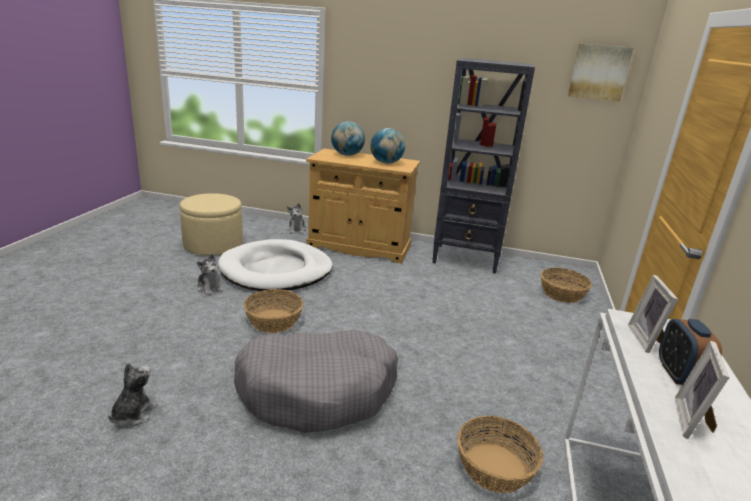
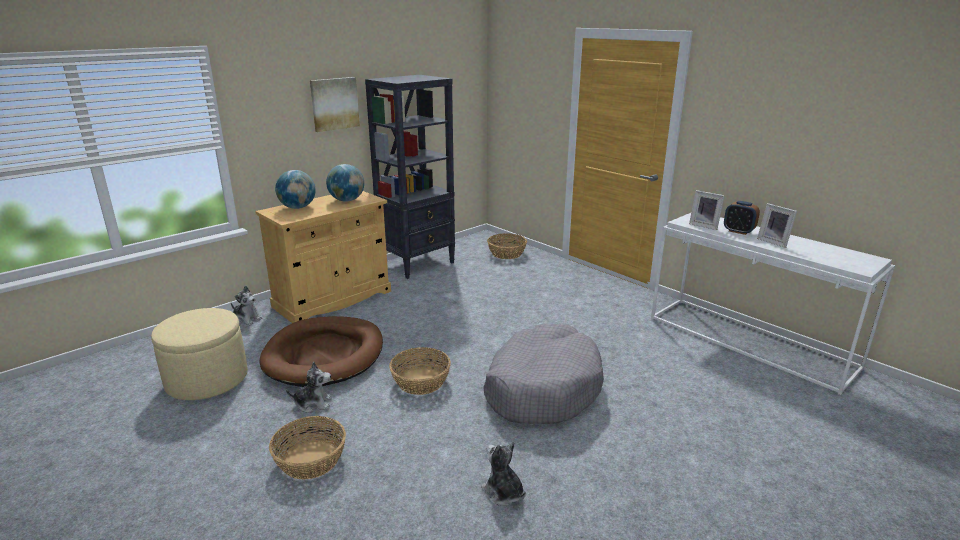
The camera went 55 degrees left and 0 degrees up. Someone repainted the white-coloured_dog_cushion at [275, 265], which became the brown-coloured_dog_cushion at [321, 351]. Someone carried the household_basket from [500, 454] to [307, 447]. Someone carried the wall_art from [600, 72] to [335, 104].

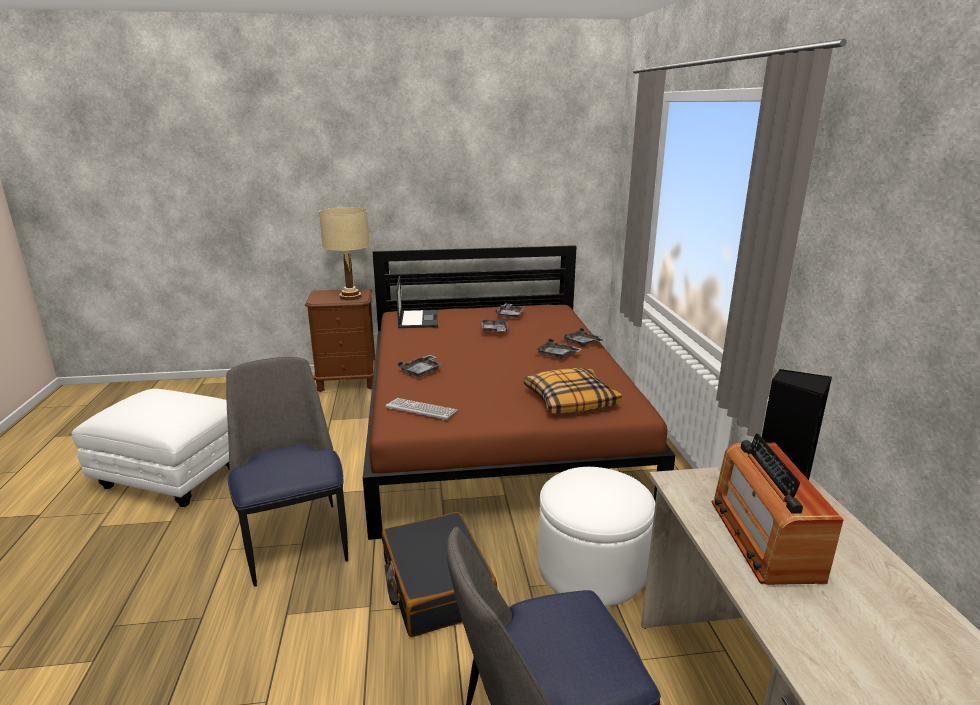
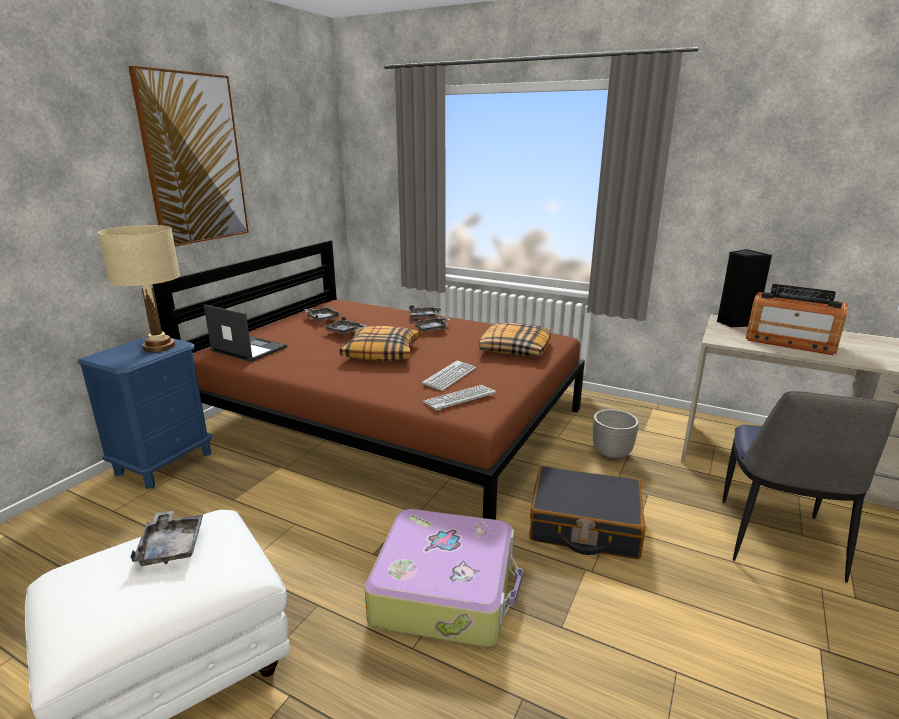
The camera went 55 degrees left and 0 degrees up. Someone swapped the upright_chair at [287, 472] for the piece_of_luggage at [444, 578]. Someone repainted the brown-coloured_nightstand at [340, 340], which became the bluish_nightstand at [144, 412]. Someone carried the greyish_carrying_tray from [420, 365] to [166, 538]. Someone swapped the white-coloured_pouffe at [596, 536] for the plant_pot at [616, 434]. Someone put up the wall_art at [188, 156]. Someone put down the pillow at [380, 343]. Someone put down the PC_keyboard at [449, 376].

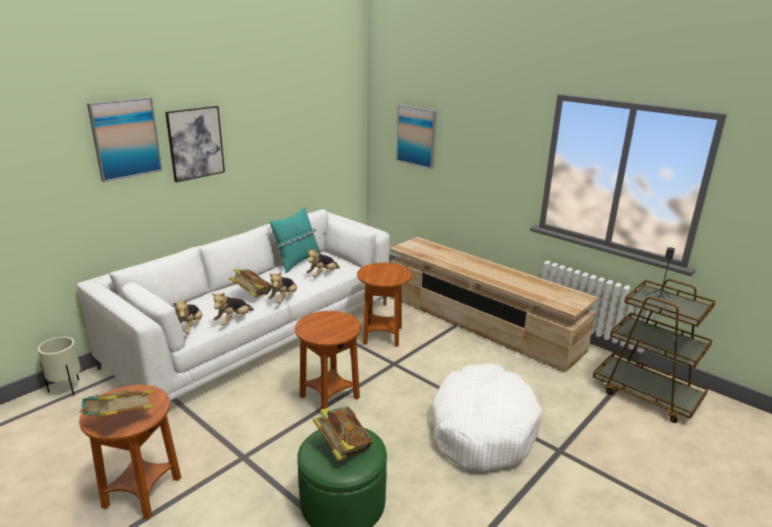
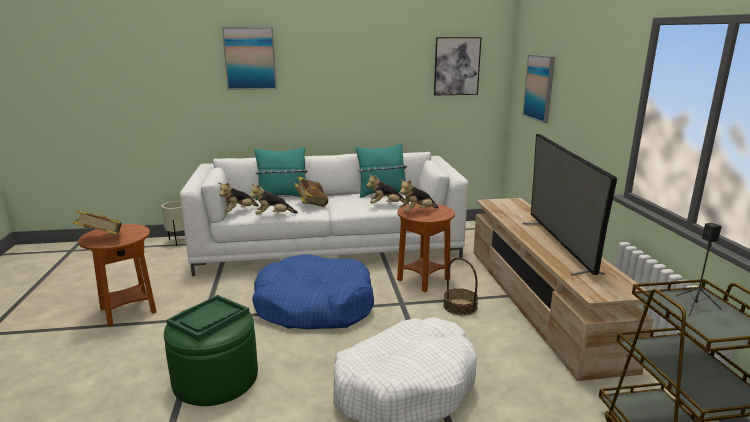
The camera went 40 degrees right and 5 degrees down. Someone carried the wall_art from [195, 144] to [458, 66]. Someone carried the cuddly_toy from [282, 287] to [418, 195]. Someone swapped the brown-coloured_accent_table at [328, 360] for the bluish_dog_cushion at [313, 292]. Someone swapped the volume at [343, 433] for the greenish_carrying_tray at [208, 318]. Someone put down the turquoise-coloured_pillow at [281, 173]. Someone put down the household_basket at [460, 286]. Someone put down the TV at [570, 205].

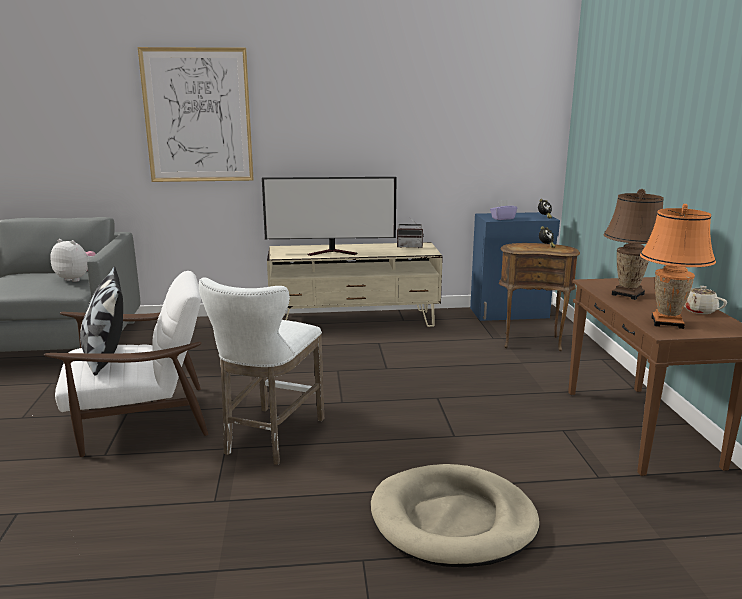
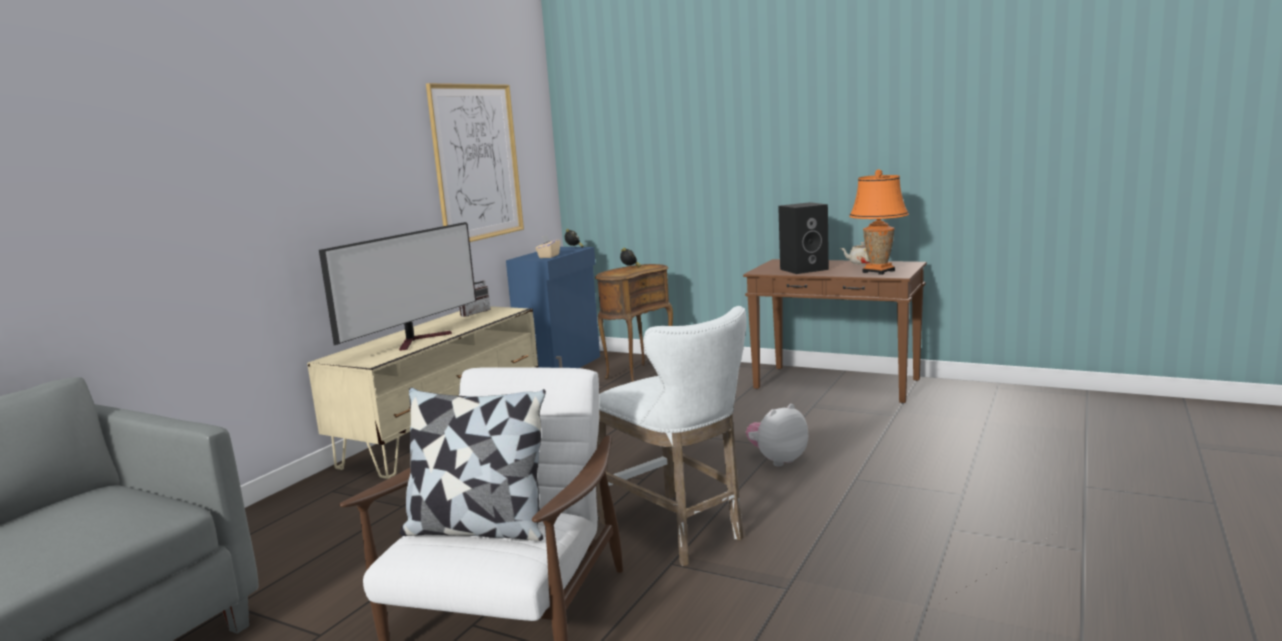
The camera went 55 degrees left and 5 degrees down. Someone carried the cuddly_toy from [73, 260] to [777, 435]. Someone carried the wall_art from [196, 114] to [475, 162]. Someone took away the sand-coloured_dog_cushion at [455, 515]. Someone repainted the purple_tissue_holder at [503, 210], which became the sand-coloured_tissue_holder at [547, 246]. Someone swapped the brown-coloured_tabletop_lamp at [634, 244] for the black_speaker at [803, 238].

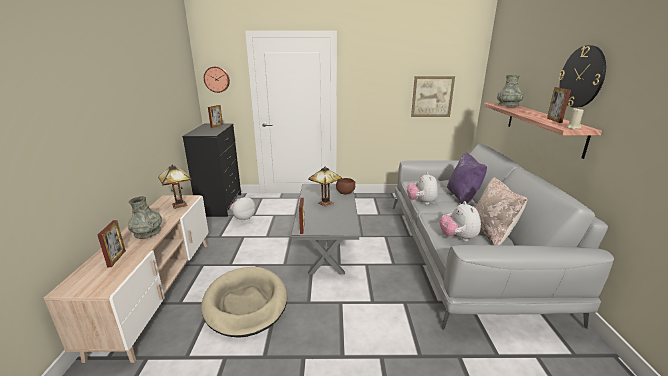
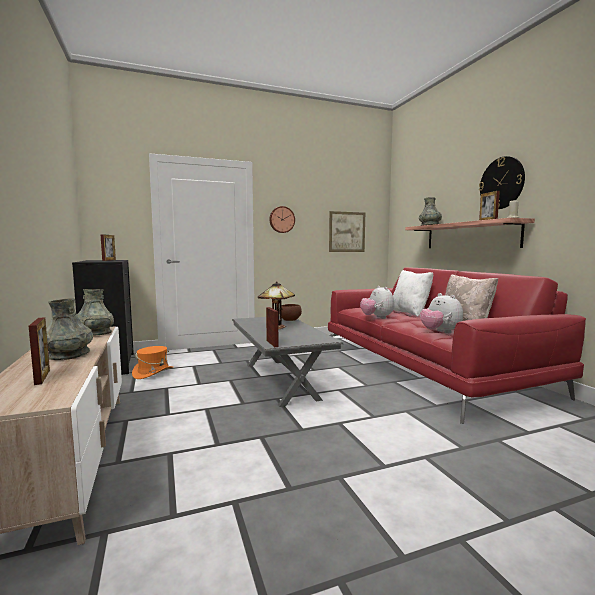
The camera went 20 degrees left and 15 degrees down. Someone swapped the tabletop_lamp at [174, 187] for the greyish_decorative_vase at [95, 312]. Someone took away the sand-coloured_dog_cushion at [244, 302]. Someone carried the clock_on_the_wall from [217, 79] to [282, 219]. Someone swapped the cuddly_toy at [242, 208] for the orange_wearable_hat at [152, 362]. Someone repainted the greyish_sofa at [503, 237], which became the red_sofa at [457, 345]. Someone repainted the purple_pillow at [467, 178], which became the white-coloured_pillow at [413, 293].

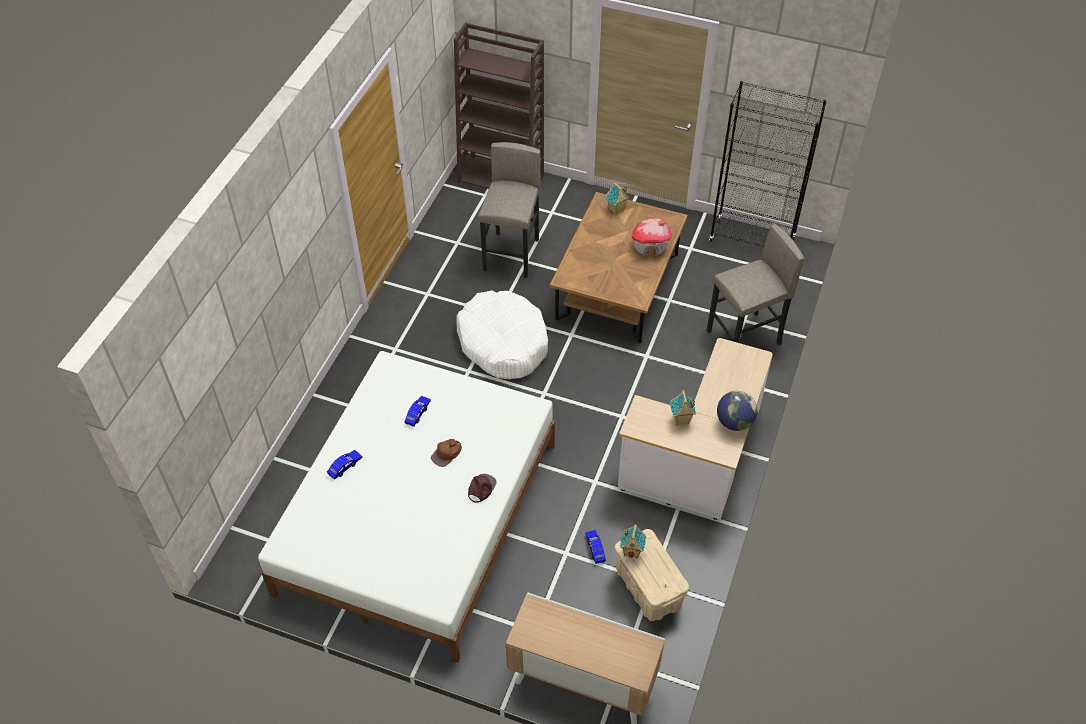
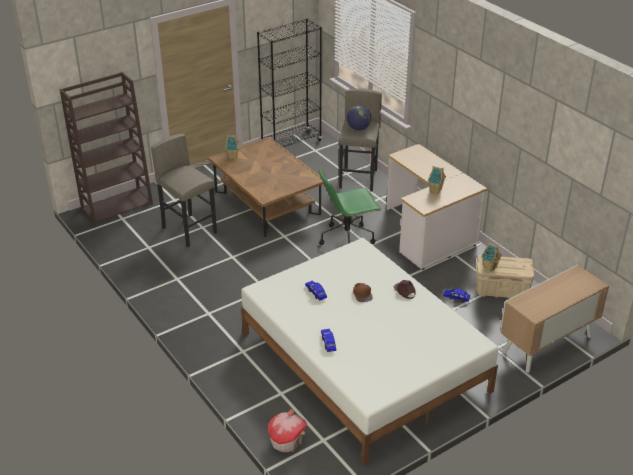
The camera went 55 degrees left and 15 degrees down. Someone took away the white-coloured_dog_cushion at [502, 334]. Someone carried the model_house from [652, 237] to [287, 431]. Someone carried the world_globe from [737, 411] to [359, 117]. Someone put down the greenish_desk_chair at [350, 207].

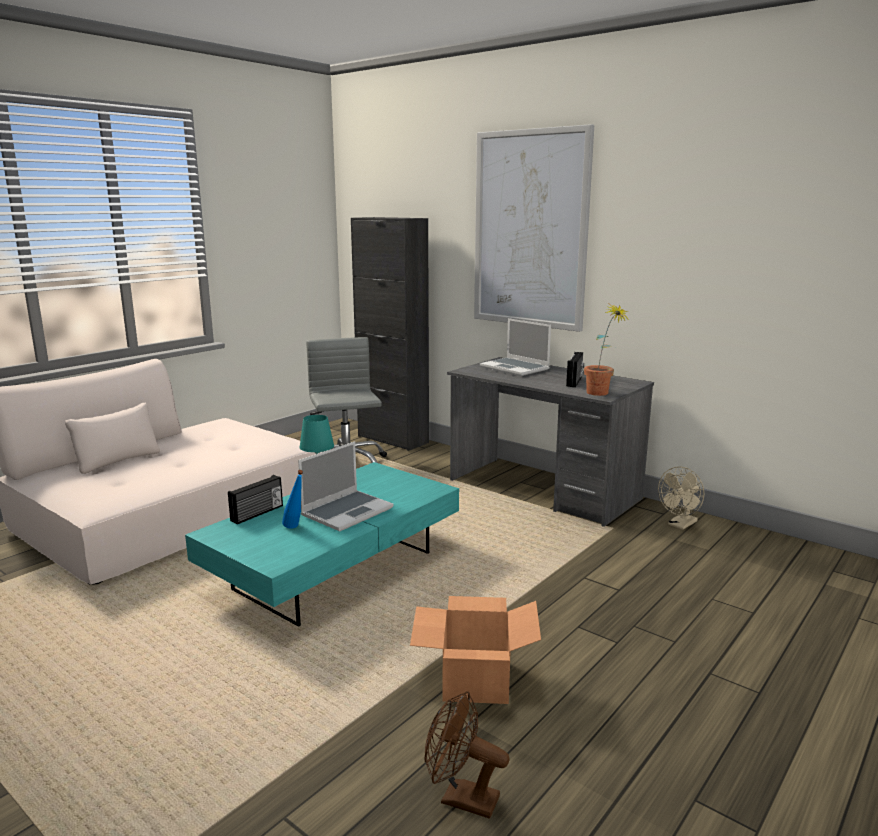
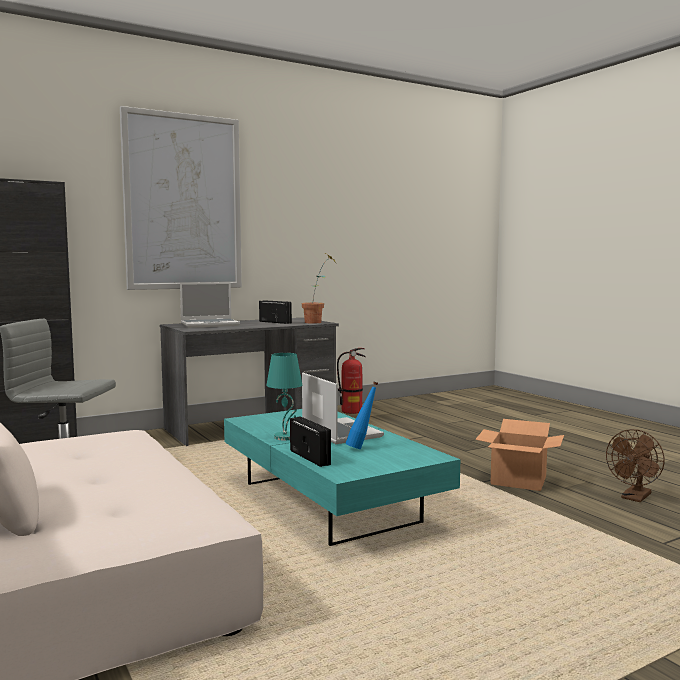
The camera went 70 degrees left and 10 degrees down. Someone swapped the sand-coloured_cooling_fan at [681, 498] for the extinguisher at [351, 381].

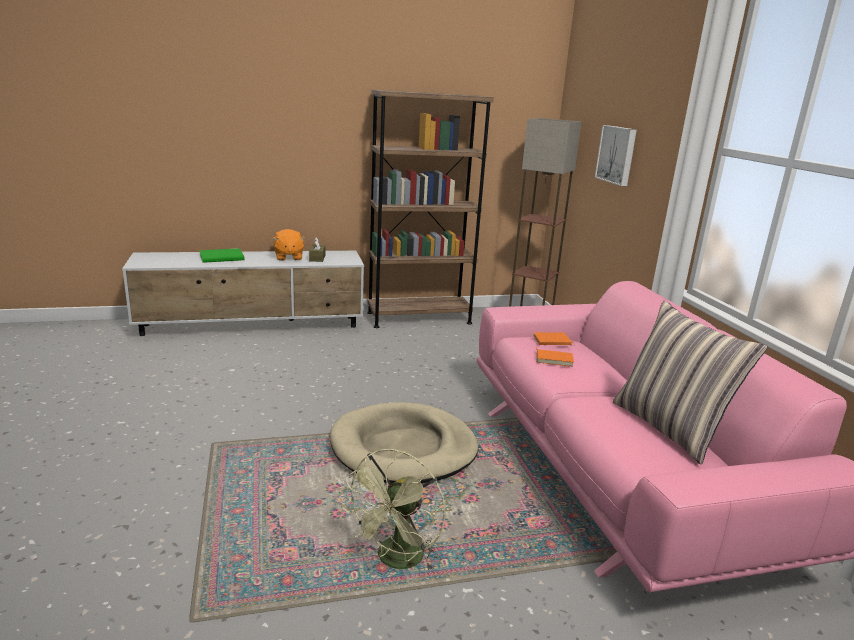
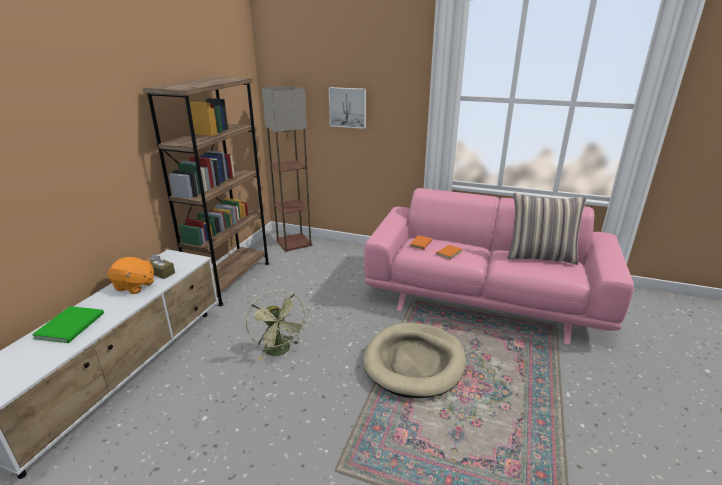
The camera went 55 degrees left and 5 degrees up. Someone carried the greenish_cooling_fan from [393, 510] to [276, 325].

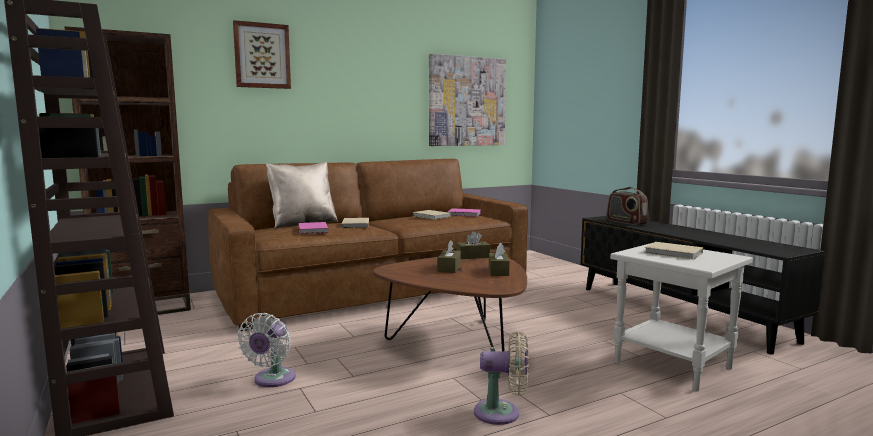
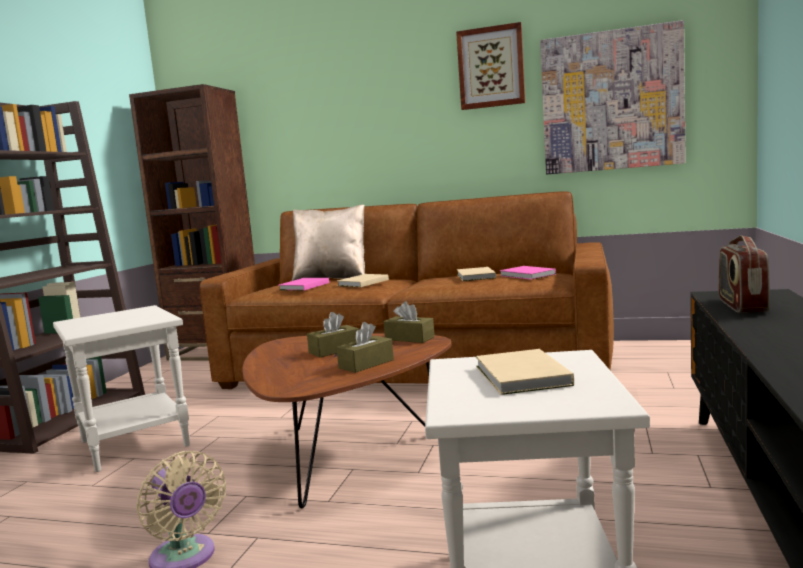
The camera went 45 degrees right and 0 degrees up. Someone carried the wall_art from [262, 54] to [490, 66]. Someone swapped the white-coloured_cooling_fan at [266, 350] for the white-coloured_accent_table at [121, 388].

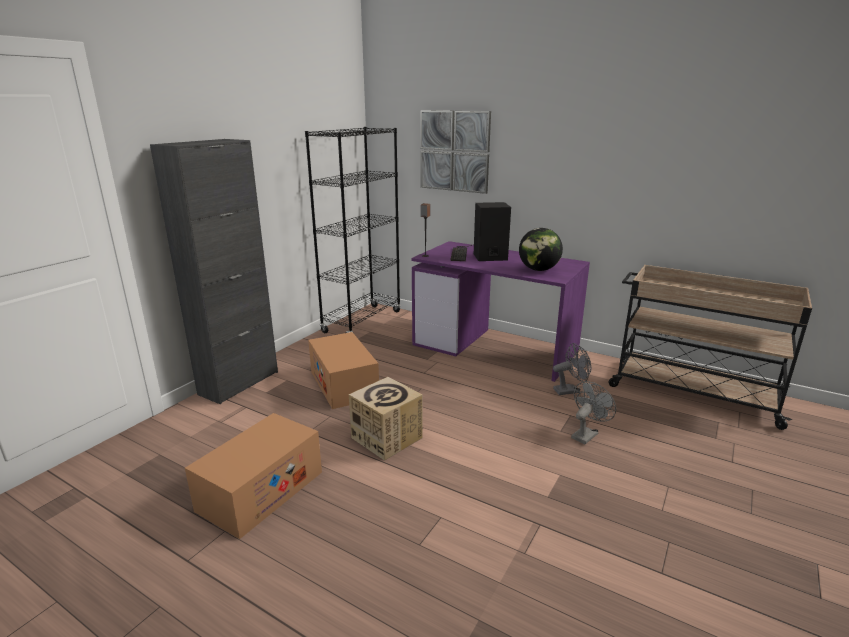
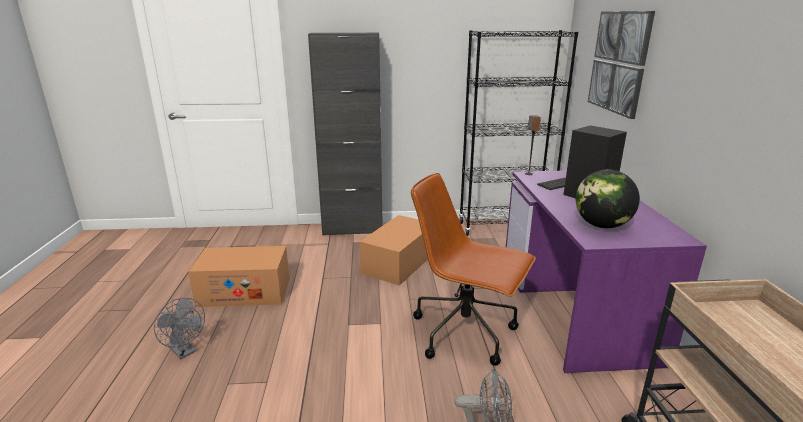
The camera went 55 degrees right and 0 degrees up. Someone took away the carton at [386, 419]. Someone carried the greyish_cooling_fan from [572, 369] to [179, 328]. Someone put down the brown-coloured_desk_chair at [473, 269].

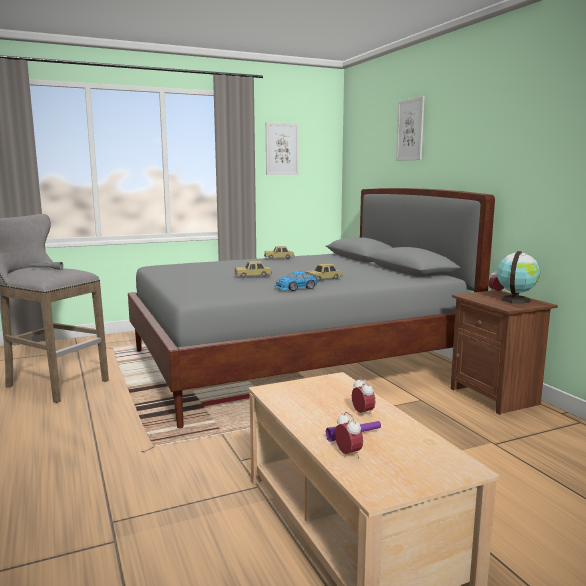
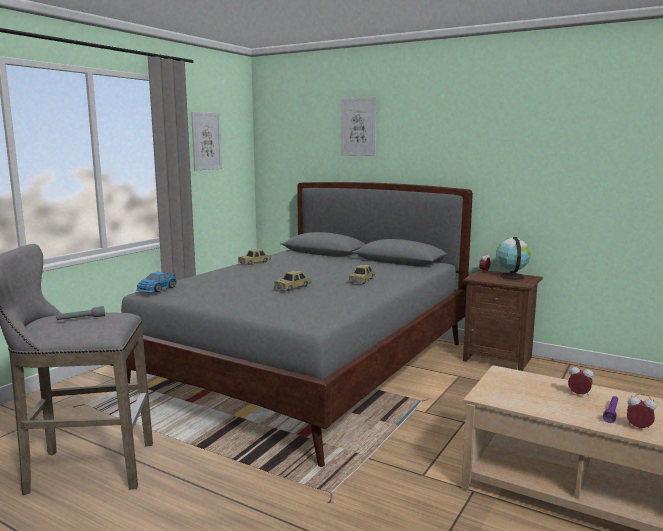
The camera went 35 degrees left and 0 degrees up. Someone carried the toy_car from [296, 281] to [156, 282].

